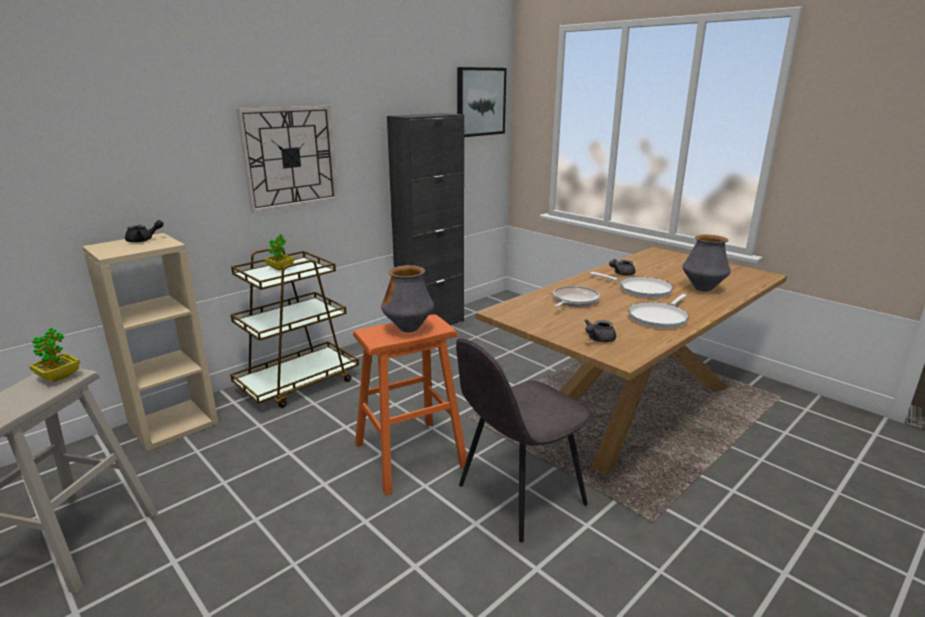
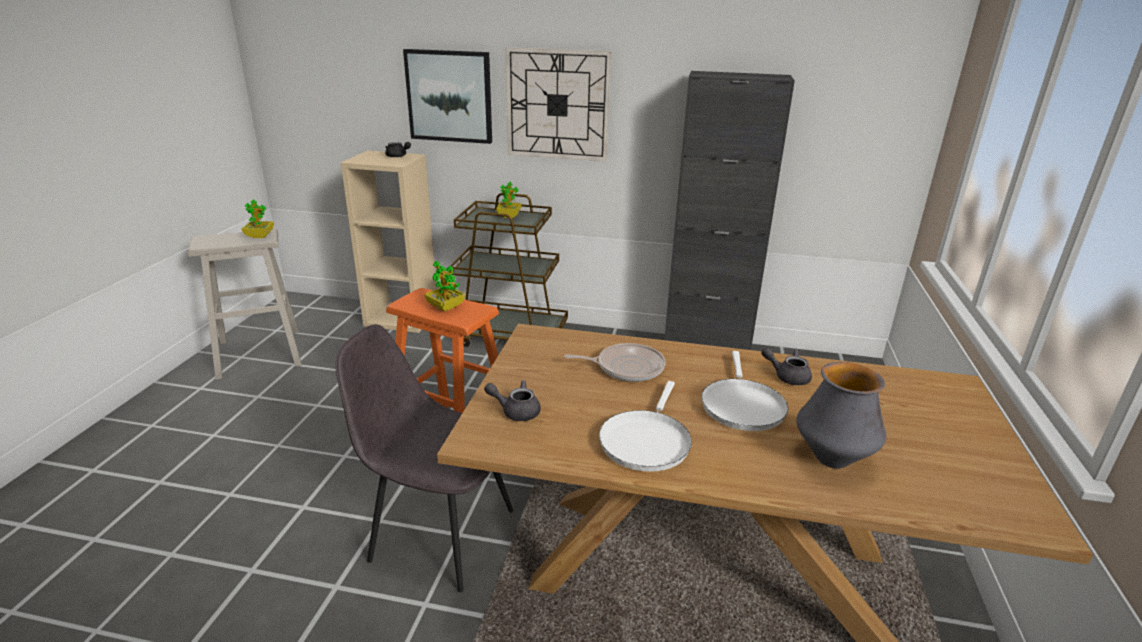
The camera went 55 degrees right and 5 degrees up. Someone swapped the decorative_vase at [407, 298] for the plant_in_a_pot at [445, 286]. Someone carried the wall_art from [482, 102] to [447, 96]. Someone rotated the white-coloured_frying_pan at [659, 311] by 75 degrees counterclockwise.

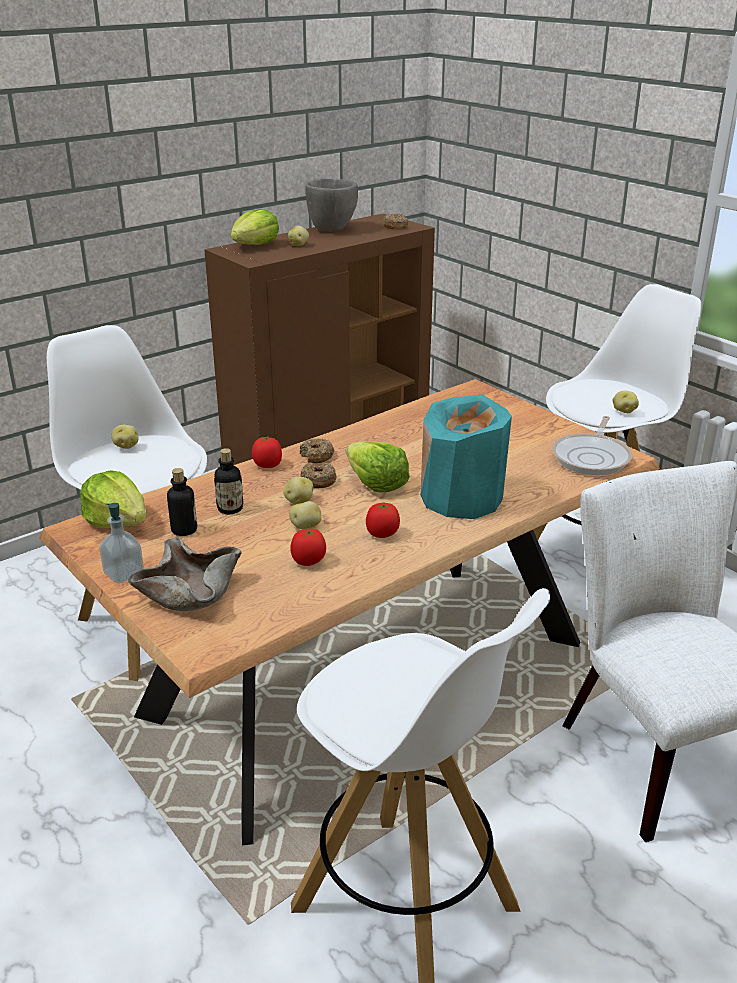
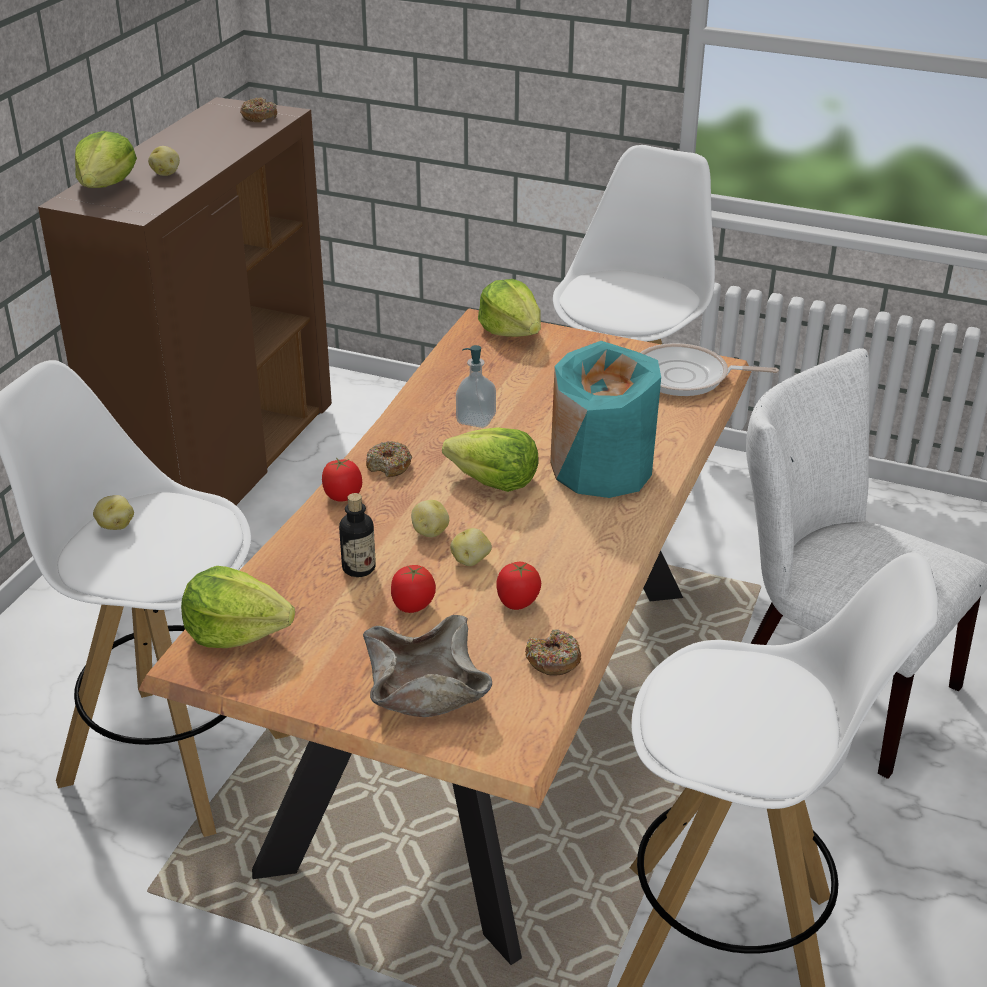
The camera went 30 degrees left and 5 degrees up. Someone carried the liquid_soap_bottle from [121, 543] to [476, 386]. Someone took away the beverage_bottle at [182, 502]. Someone carried the ring_doughnut from [318, 475] to [553, 652]. Someone took away the greyish_bowl at [331, 205]. Someone carried the tomato from [383, 520] to [413, 589]. Someone rotated the frying_pan at [592, 445] by 105 degrees clockwise. Someone took away the whole_potato at [626, 402]. Someone put down the head_of_lettuce at [509, 308].

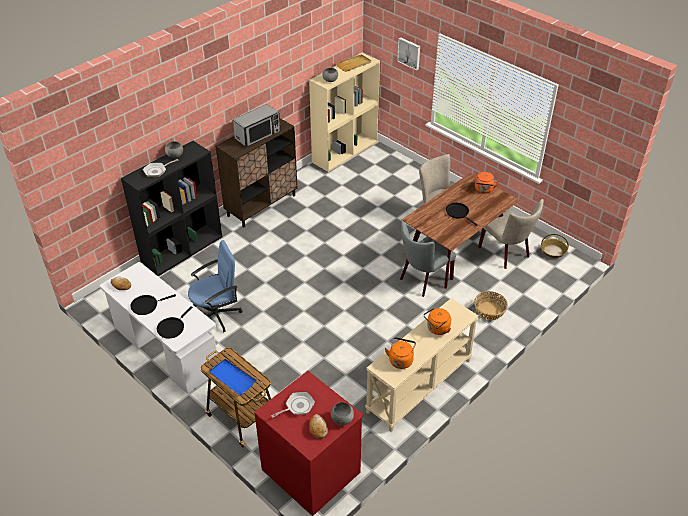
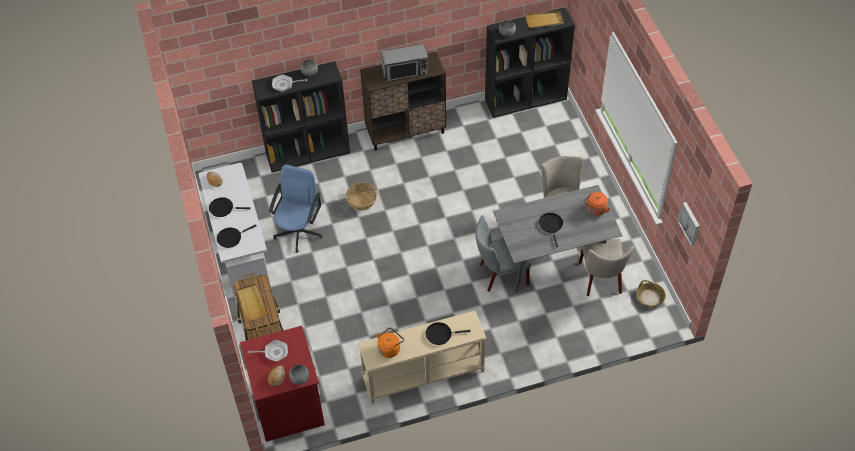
The camera went 30 degrees right and 10 degrees up. Someone rotated the bluish_desk_chair at [215, 286] by 75 degrees counterclockwise. Someone repainted the bluish_carrying_tray at [232, 377], which became the sand-coloured_carrying_tray at [252, 302]. Someone repainted the sand-coloured_bookcase at [344, 112], which became the black_bookcase at [530, 62]. Someone carried the wall_art from [408, 54] to [689, 224]. Someone repainted the brown-coloured_kitchen_table at [461, 231], which became the greyish_kitchen_table at [558, 238]. Someone swapped the orange_water_kettle at [437, 321] for the black_frying_pan at [448, 333]. Someone carried the household_basket from [491, 305] to [361, 196].

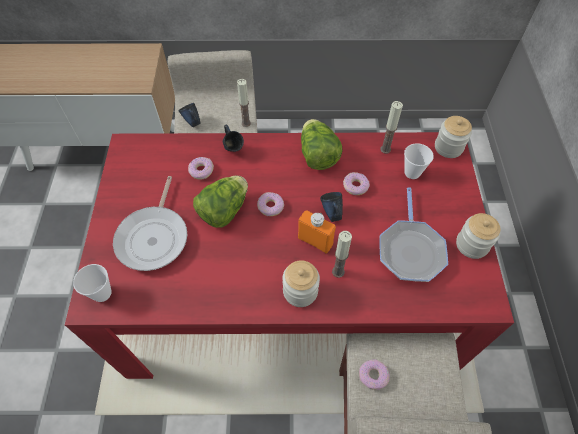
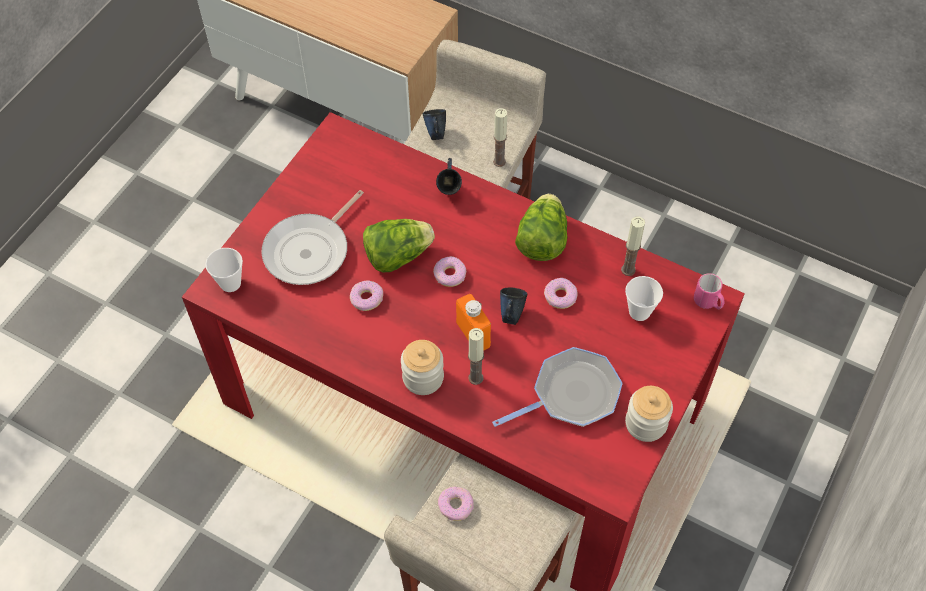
The camera went 30 degrees right and 0 degrees up. Someone carried the ring_doughnut from [201, 168] to [366, 295]. Someone rotated the frying_pan at [414, 234] by 150 degrees counterclockwise. Someone swapped the storage_jar at [453, 137] for the pink-coloured_tea_mug at [709, 291].

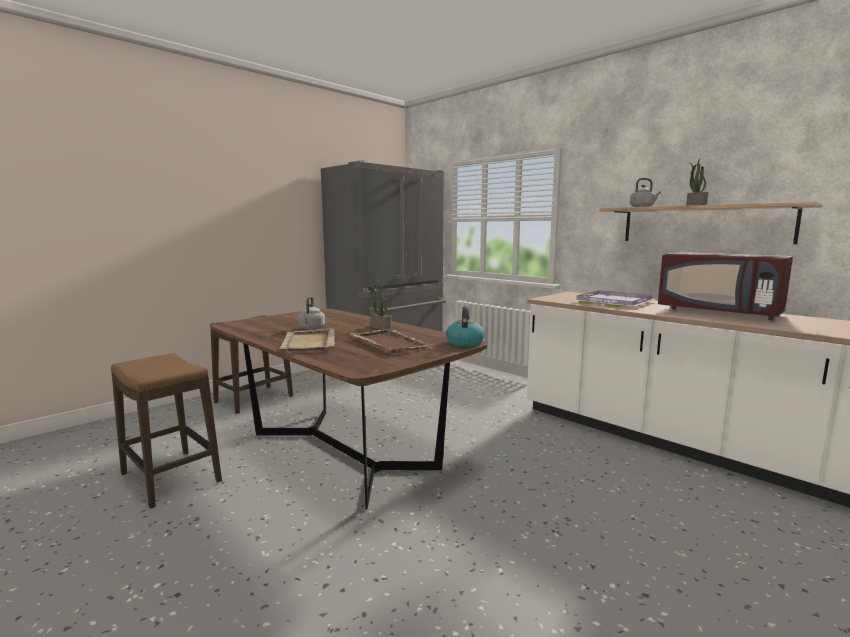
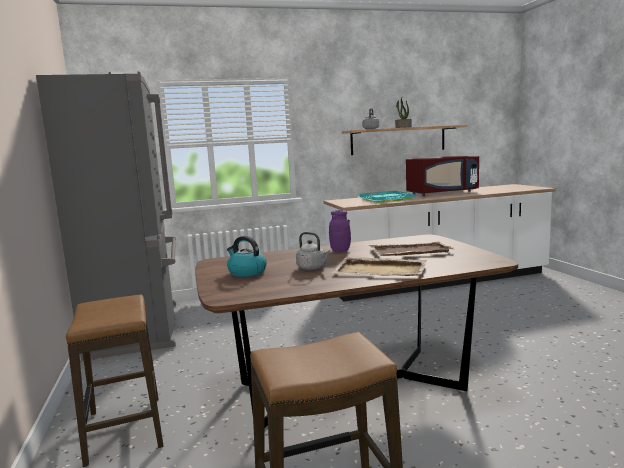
The camera went 60 degrees left and 0 degrees up. Someone swapped the plant_in_a_pot at [381, 305] for the purple_storage_jar at [340, 231]. Someone carried the water_kettle from [465, 326] to [247, 256]. Someone repainted the purple_carrying_tray at [614, 298], which became the turquoise-coloured_carrying_tray at [387, 197].

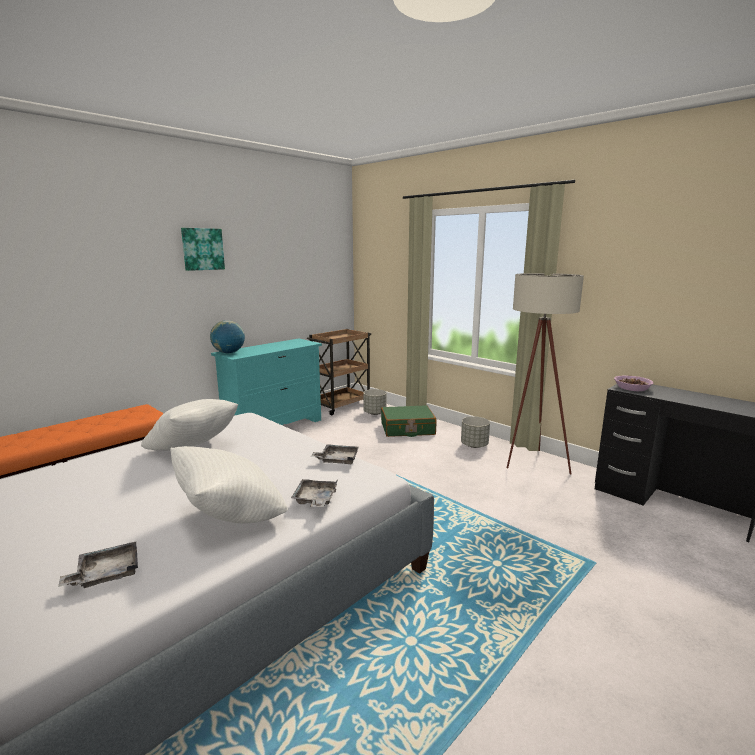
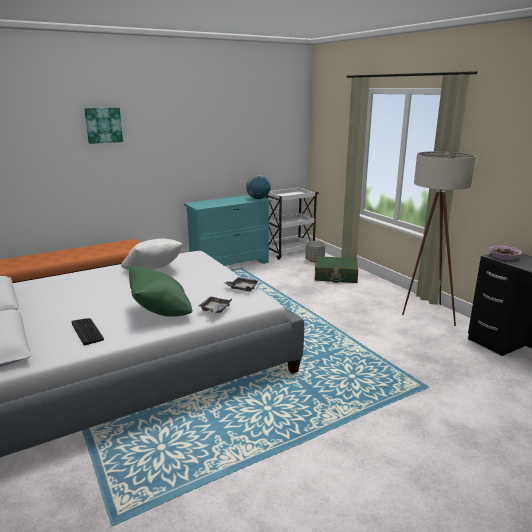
The camera went 15 degrees right and 5 degrees up. Someone swapped the greyish_carrying_tray at [98, 565] for the PC_keyboard at [87, 331]. Someone repainted the white-coloured_pillow at [229, 484], which became the greenish_pillow at [160, 292]. Someone carried the wall_art from [203, 249] to [103, 126]. Someone carried the world_globe from [227, 336] to [258, 186]. Someone repainted the brown-coloured_wheeled_cart at [339, 372], which became the white-coloured_wheeled_cart at [292, 223]. Someone took away the greyish_plant_pot at [475, 432].

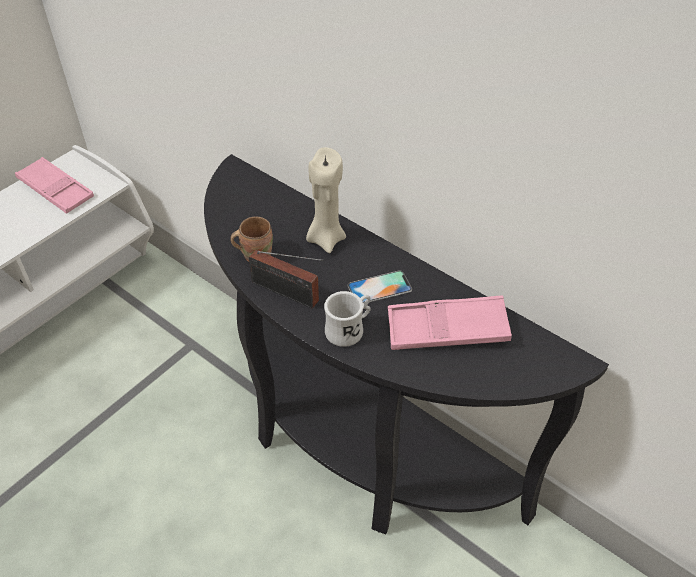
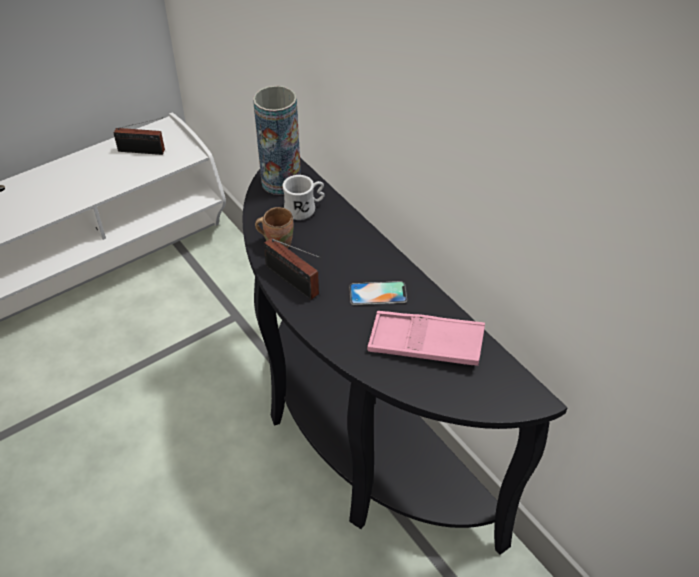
The camera went 15 degrees right and 0 degrees up. Someone swapped the pink-coloured_carrying_tray at [54, 185] for the radio_set at [139, 136]. Someone took away the sand-coloured_wax_light at [326, 200]. Someone carried the white-coloured_tea_mug from [347, 319] to [303, 197]. Someone put down the decorative_vase at [277, 140].

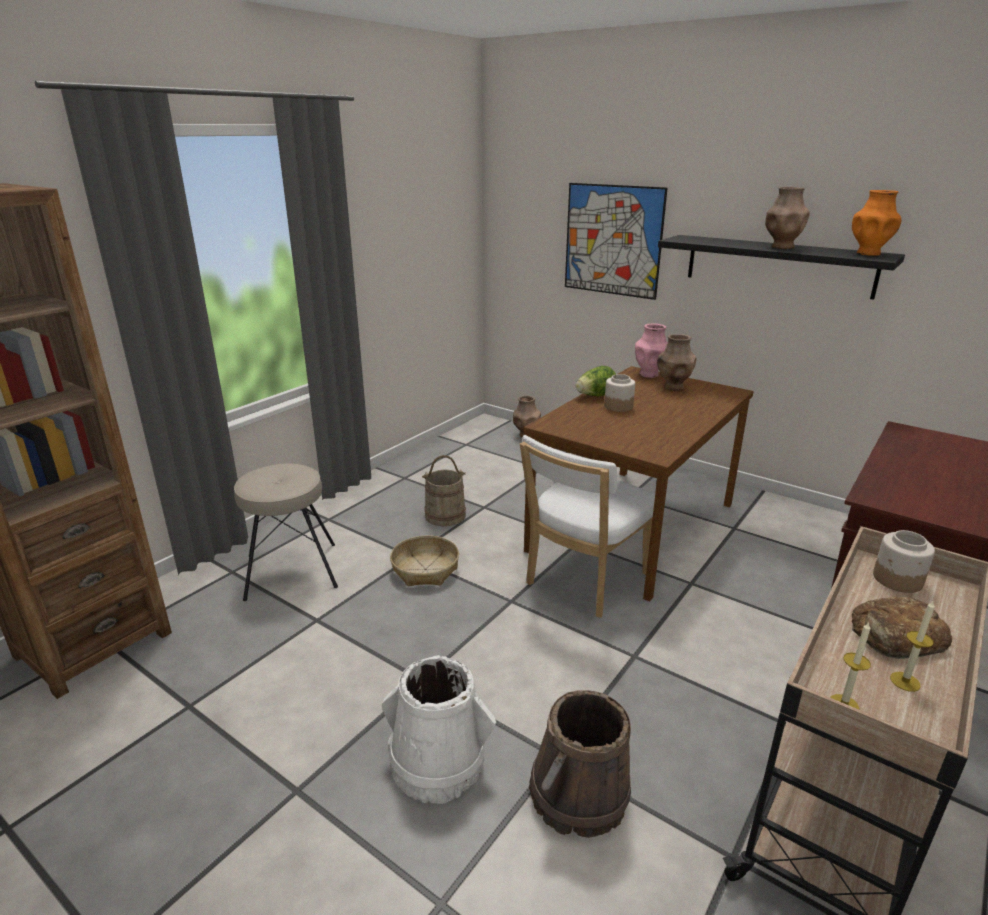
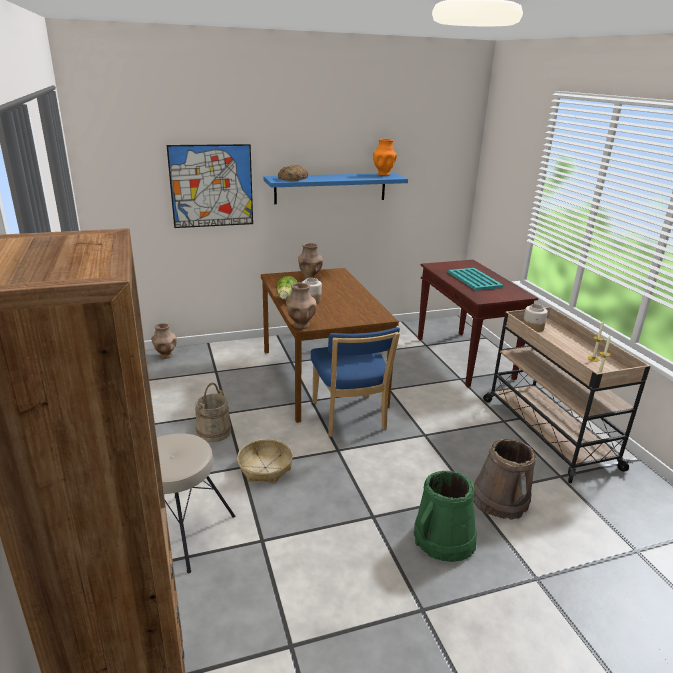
The camera went 55 degrees left and 0 degrees up. Someone repainted the white-coloured_water_bucket at [439, 729], which became the greenish_water_bucket at [445, 516]. Someone repainted the white-coloured_upright_chair at [587, 526], which became the bluish_upright_chair at [355, 382]. Someone took away the pink-coloured_decorative_vase at [651, 351]. Someone repainted the black_shelf at [781, 267], which became the bluish_shelf at [336, 188]. Someone carried the brown-coloured_decorative_vase from [787, 218] to [301, 306]. Someone carried the baked_bread from [902, 628] to [293, 173]. Someone put down the turquoise-coloured_carrying_tray at [475, 279].

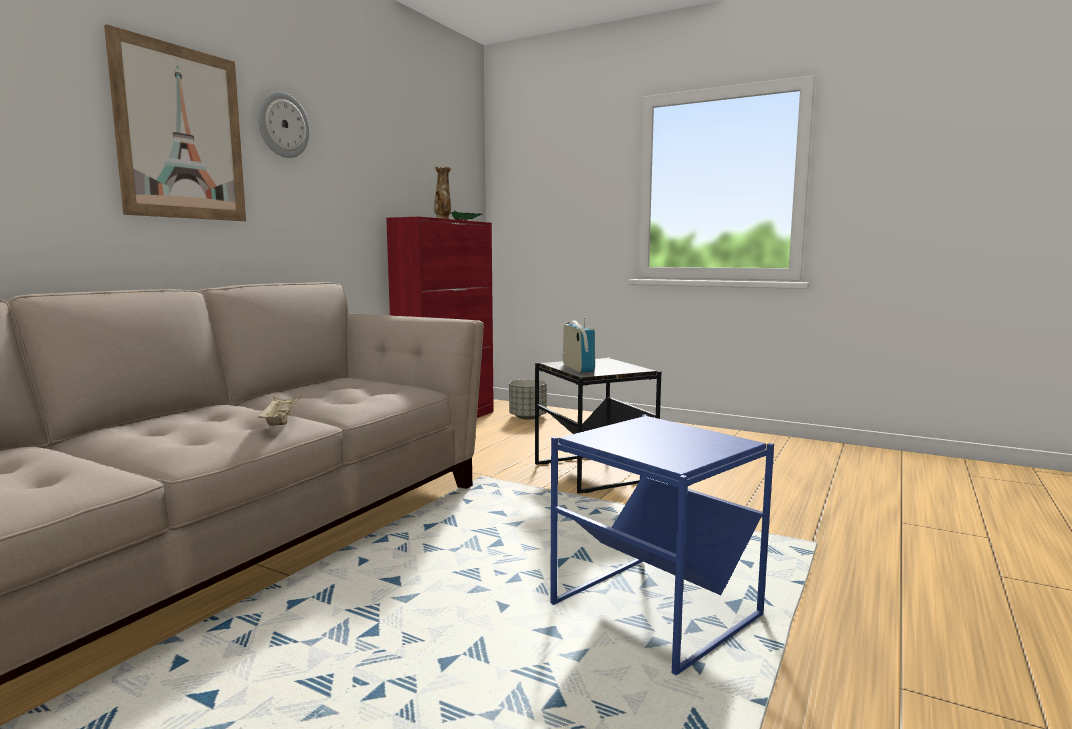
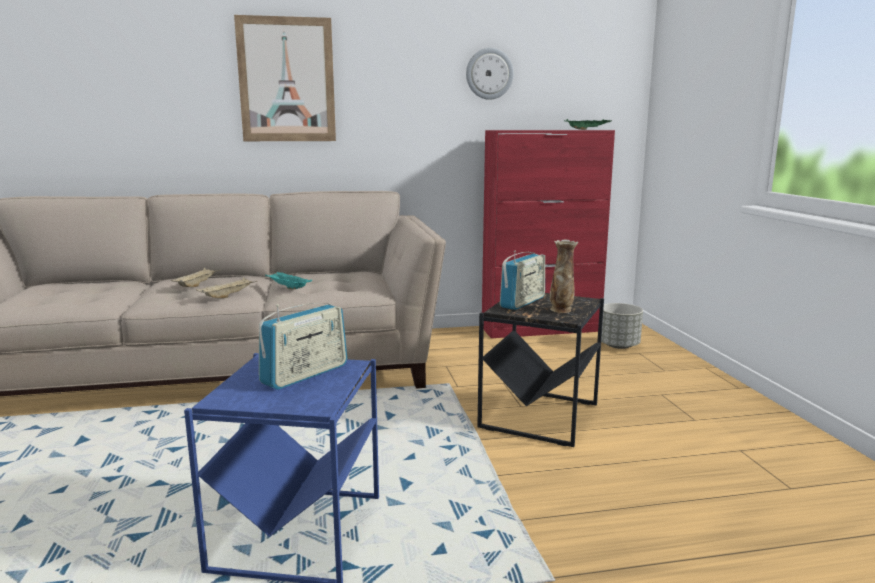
The camera went 50 degrees right and 5 degrees up. Someone carried the clock_on_the_wall from [284, 125] to [490, 74]. Someone carried the decorative_vase from [442, 193] to [564, 276]. Someone put down the sand-coloured_carrying_tray at [196, 277]. Someone put down the radio_set at [303, 346]. Someone put down the turquoise-coloured_carrying_tray at [288, 281].

